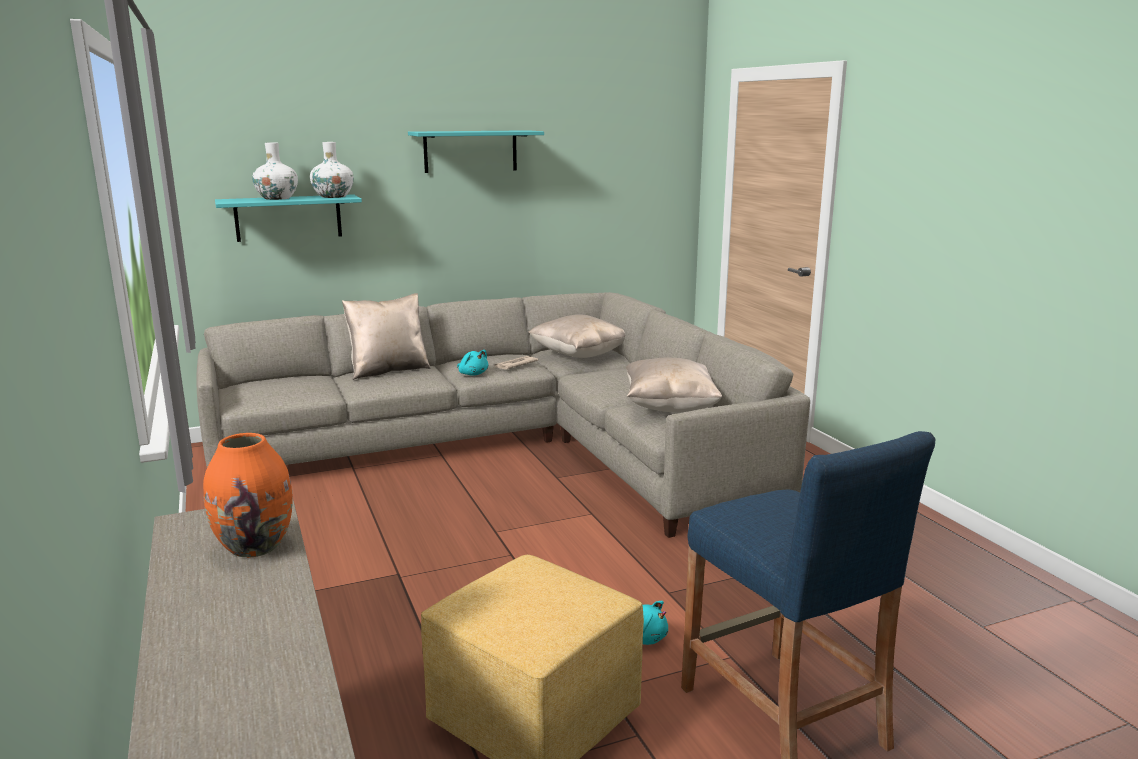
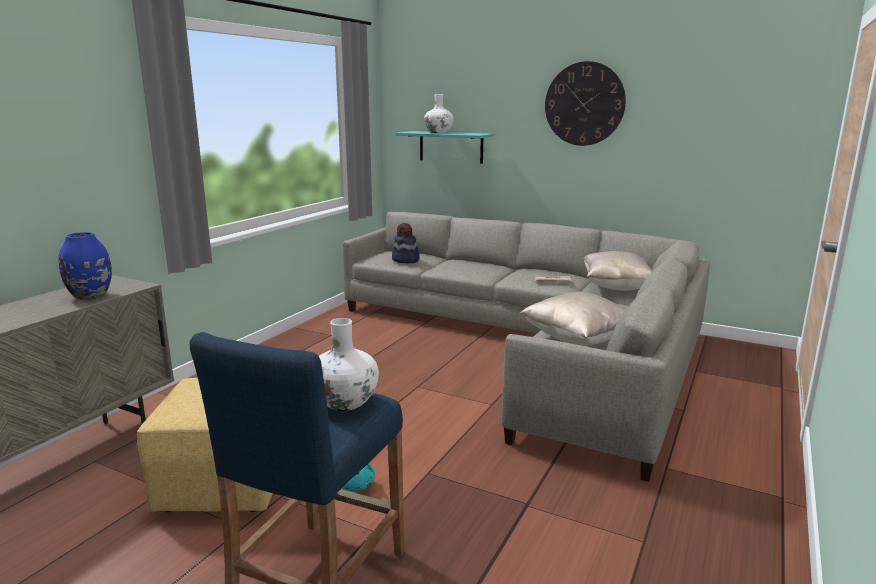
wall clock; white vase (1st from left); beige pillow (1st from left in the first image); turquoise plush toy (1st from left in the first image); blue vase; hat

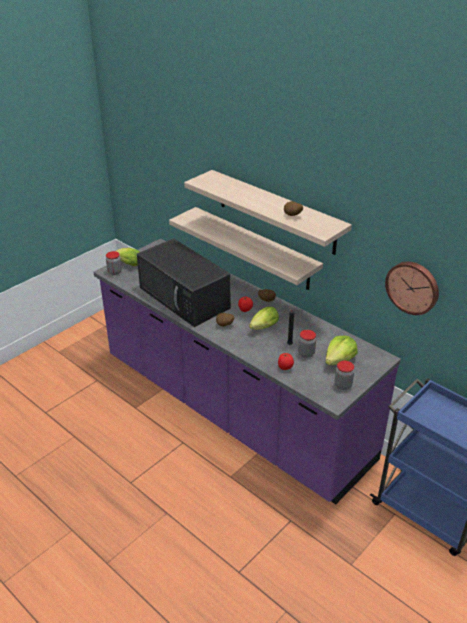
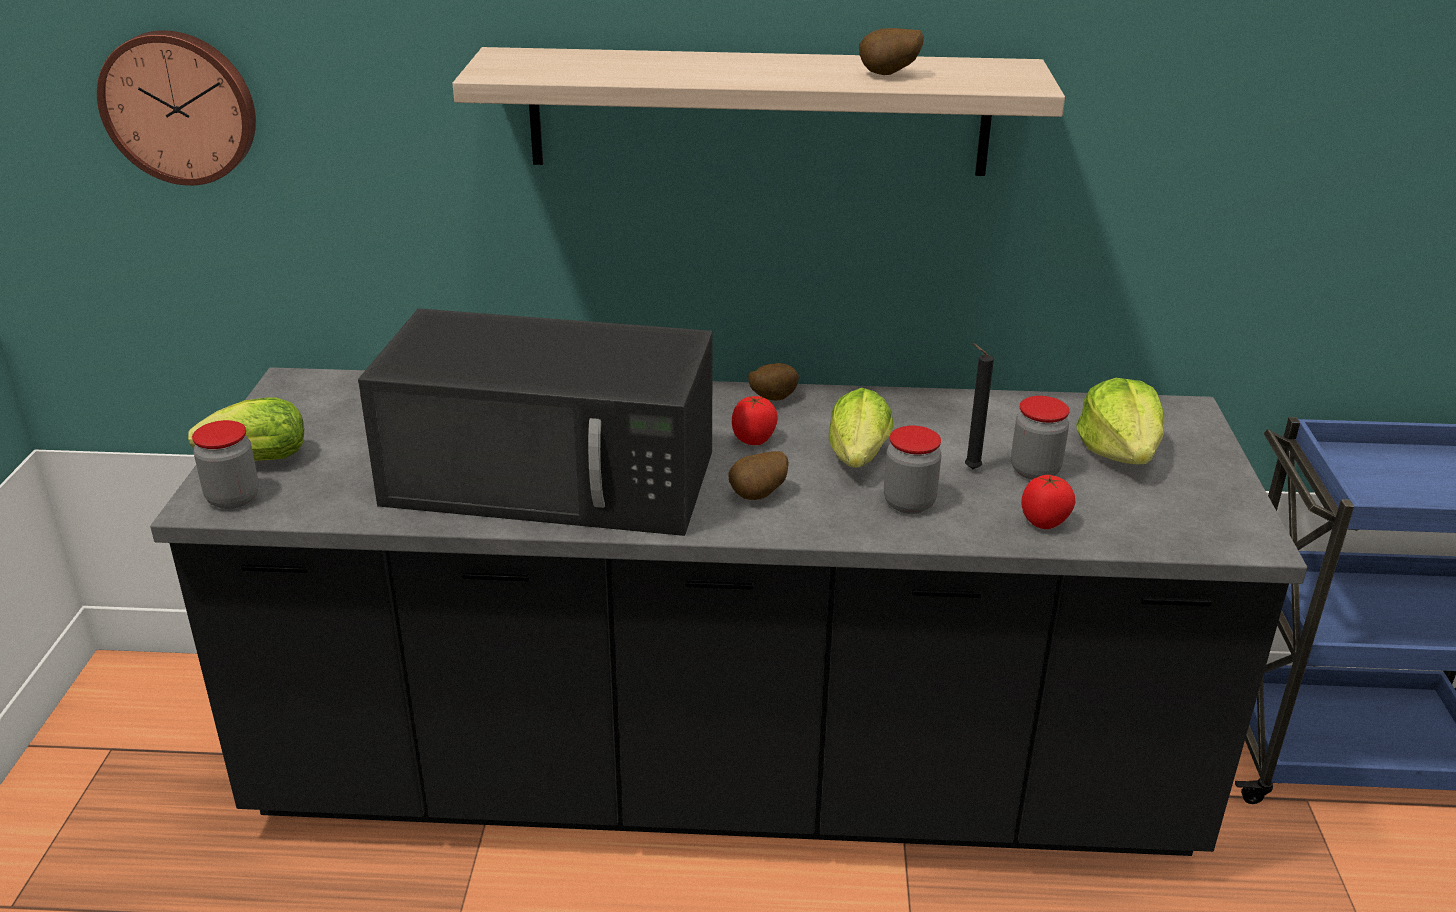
shelf (1st from left in the first image); black counter; wall clock; jar (2nd from left)

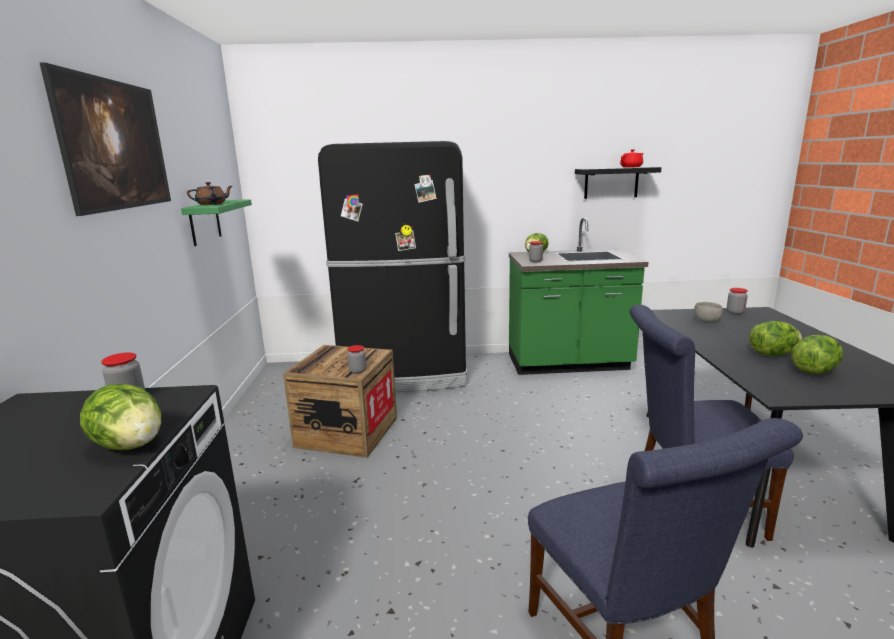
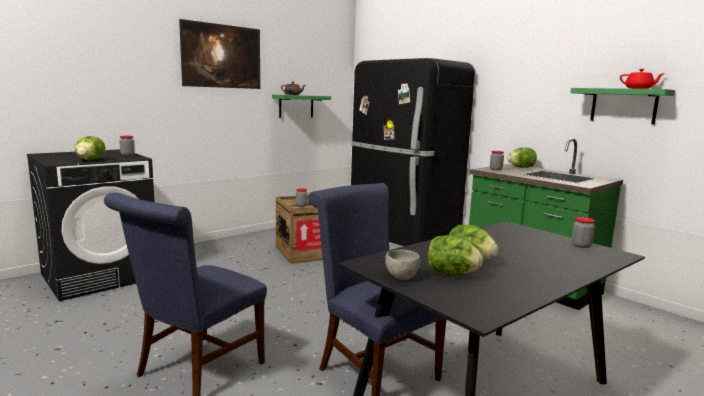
green shelf (2nd from left); grey bowl

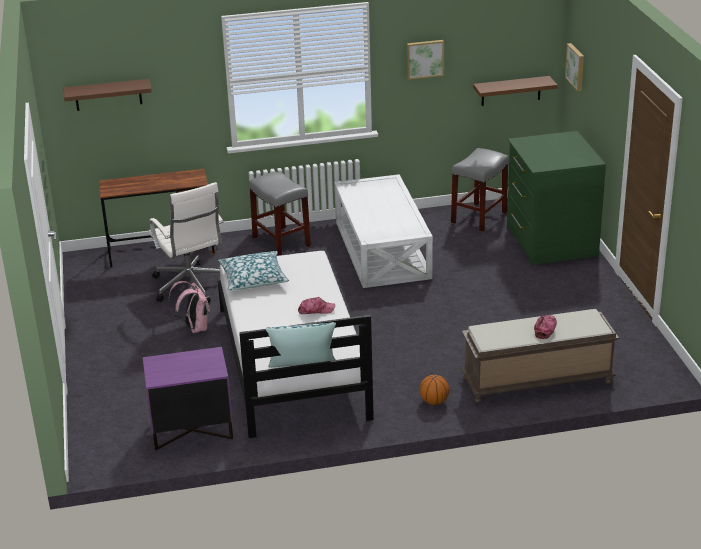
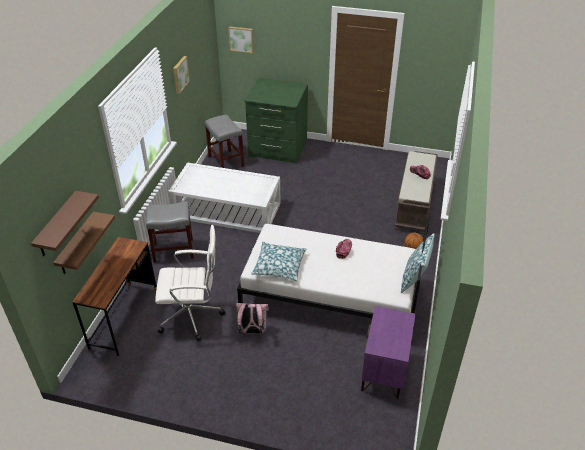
brown shelf (2nd from left)

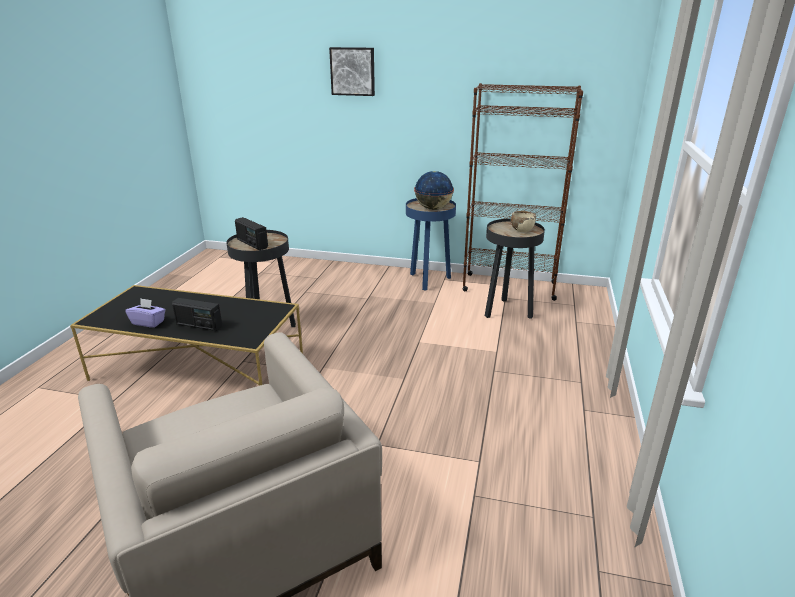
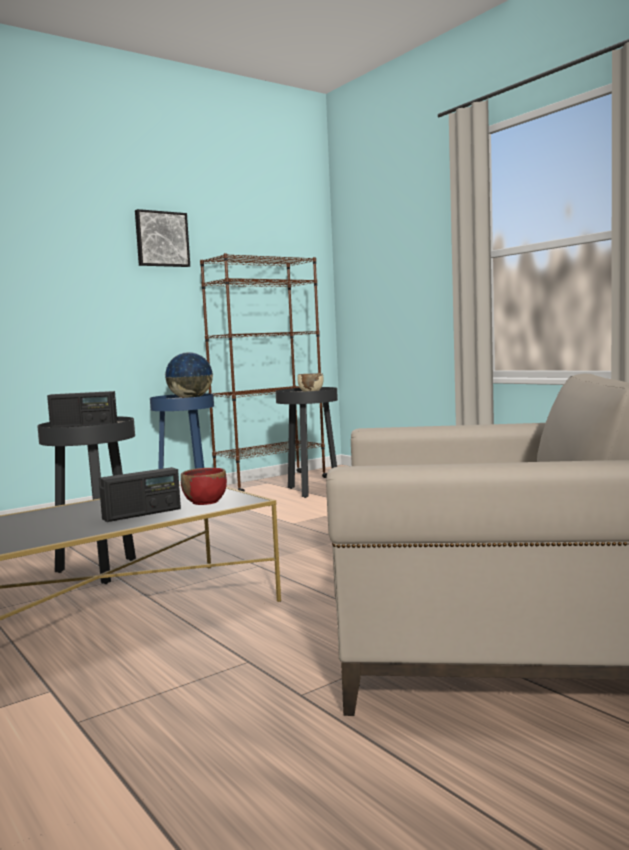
picture; purple tissue box; red bowl

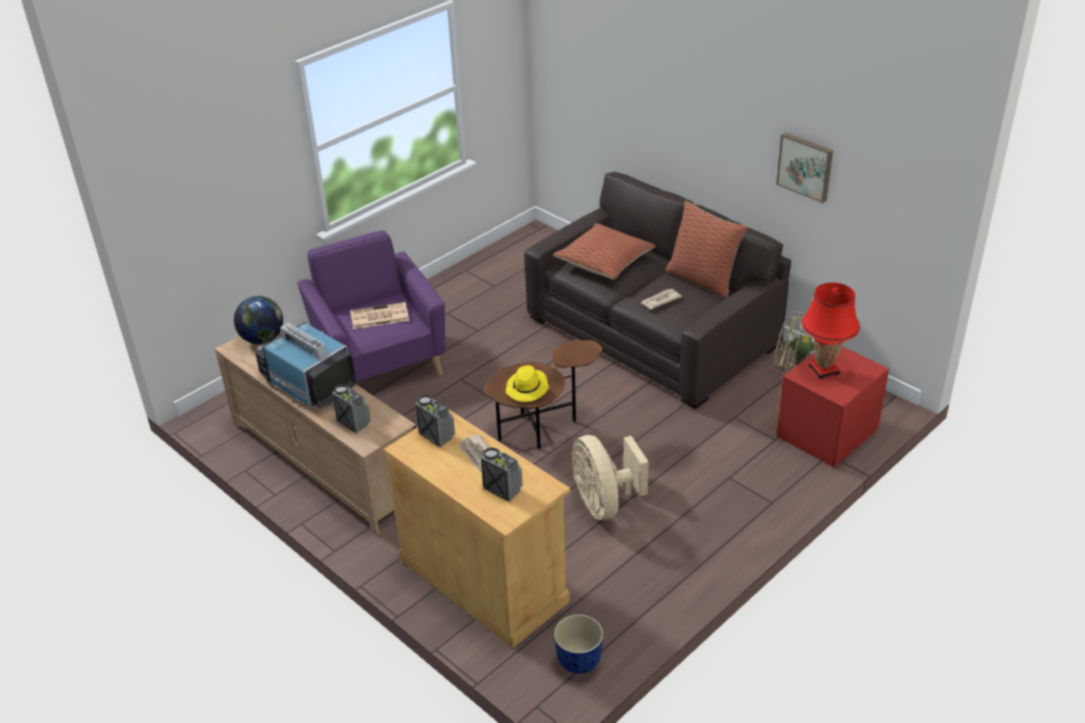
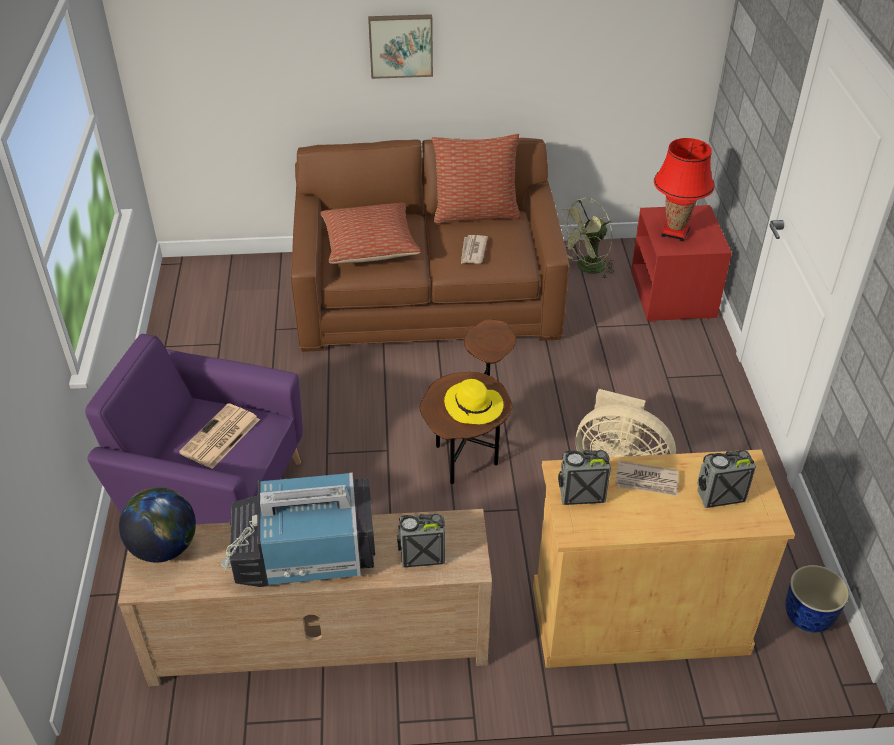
picture; brown sofa

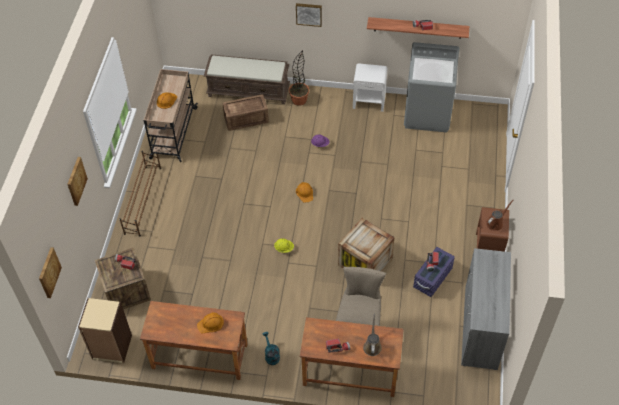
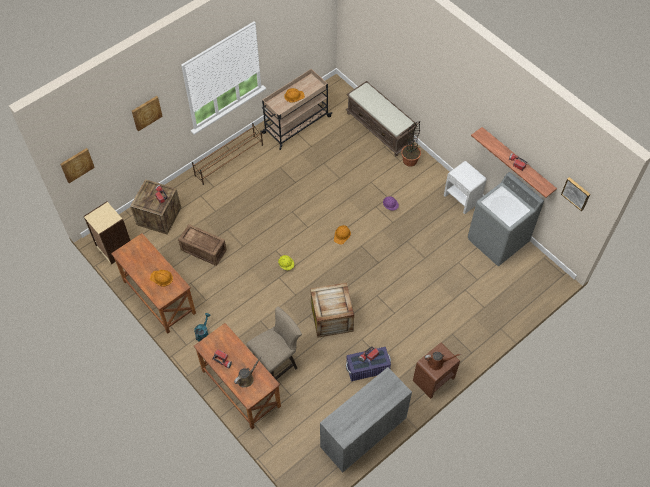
picture (3rd from left); crate (2nd from left)

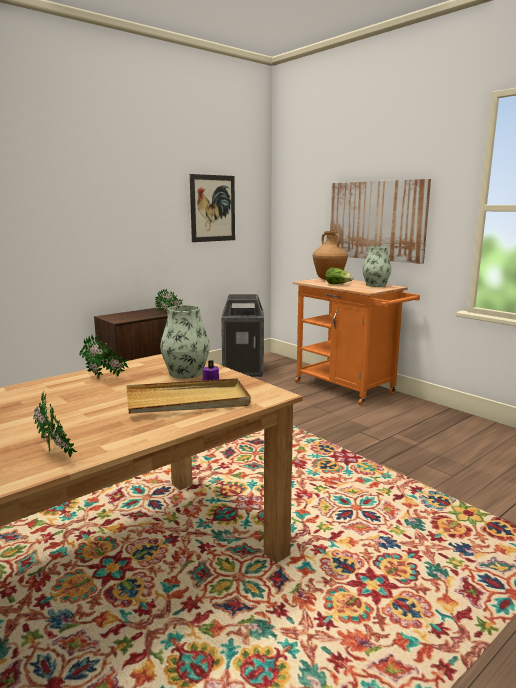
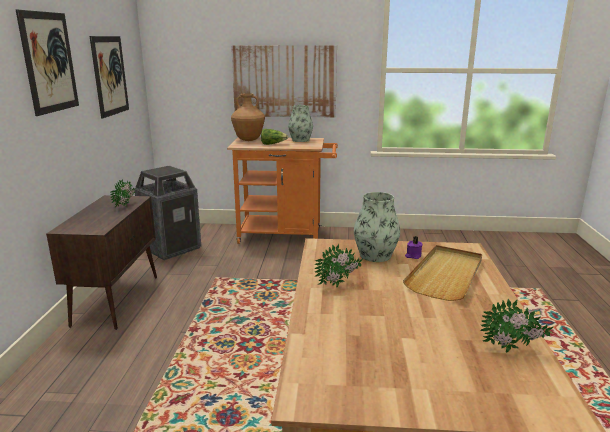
picture (1st from left)

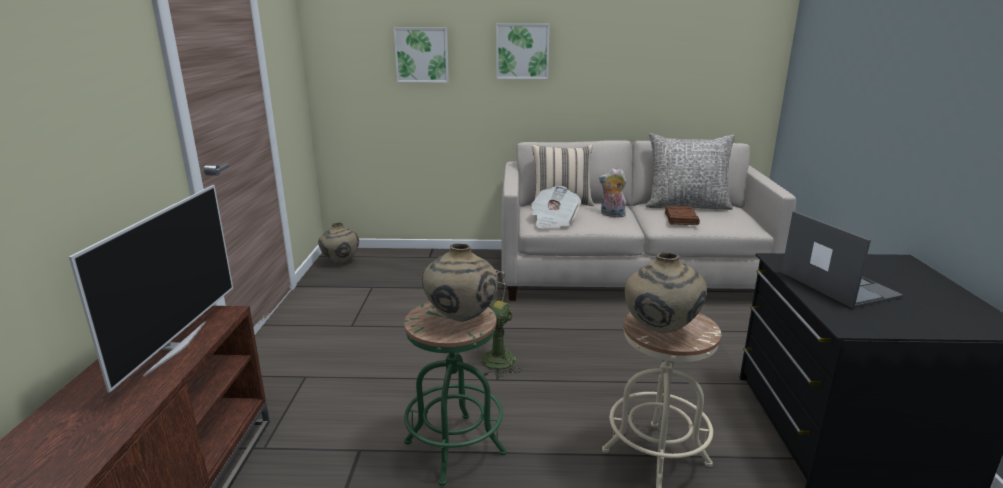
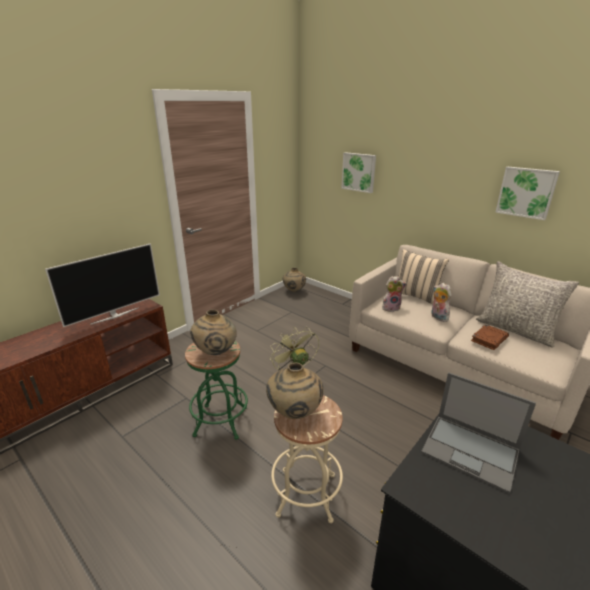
picture (2nd from left); plush toy (1st from left); laptop

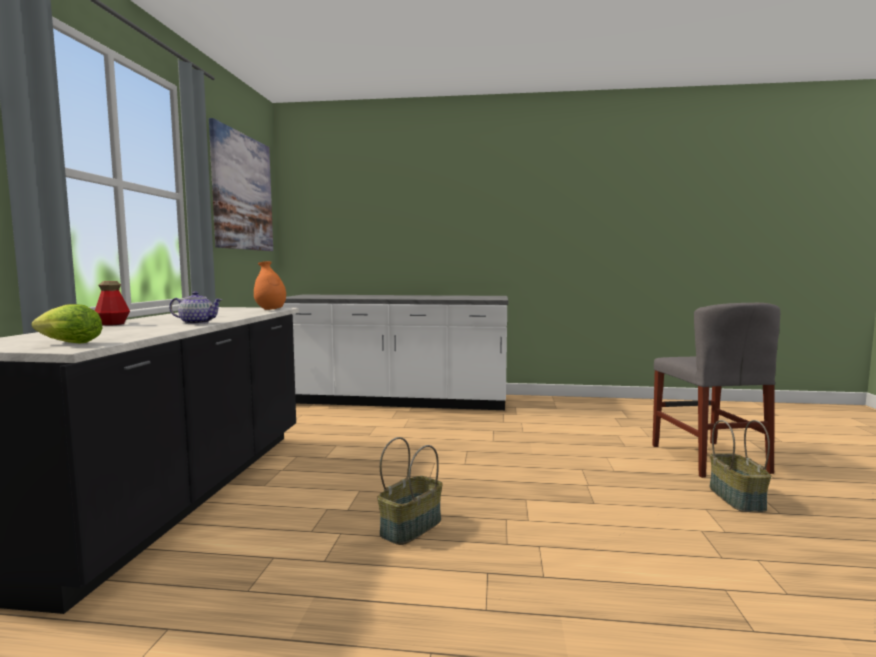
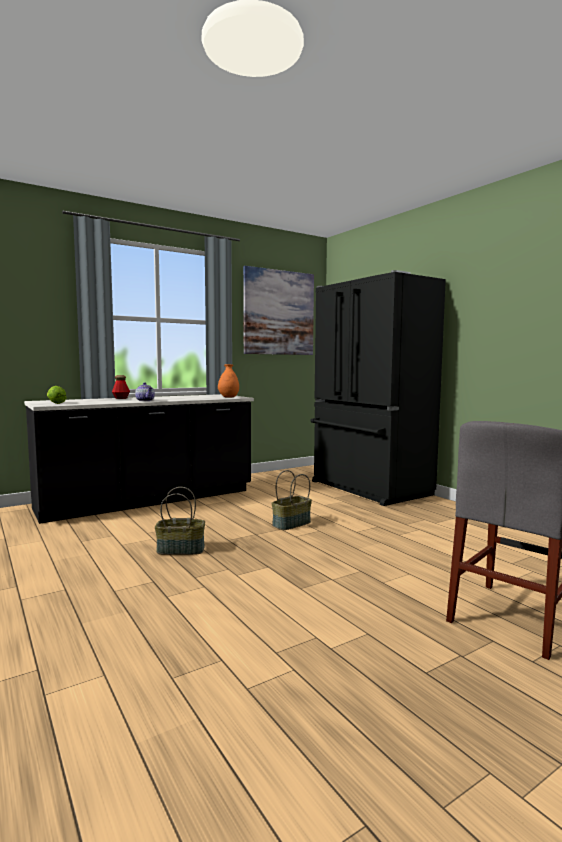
black fridge; basket (2nd from left)

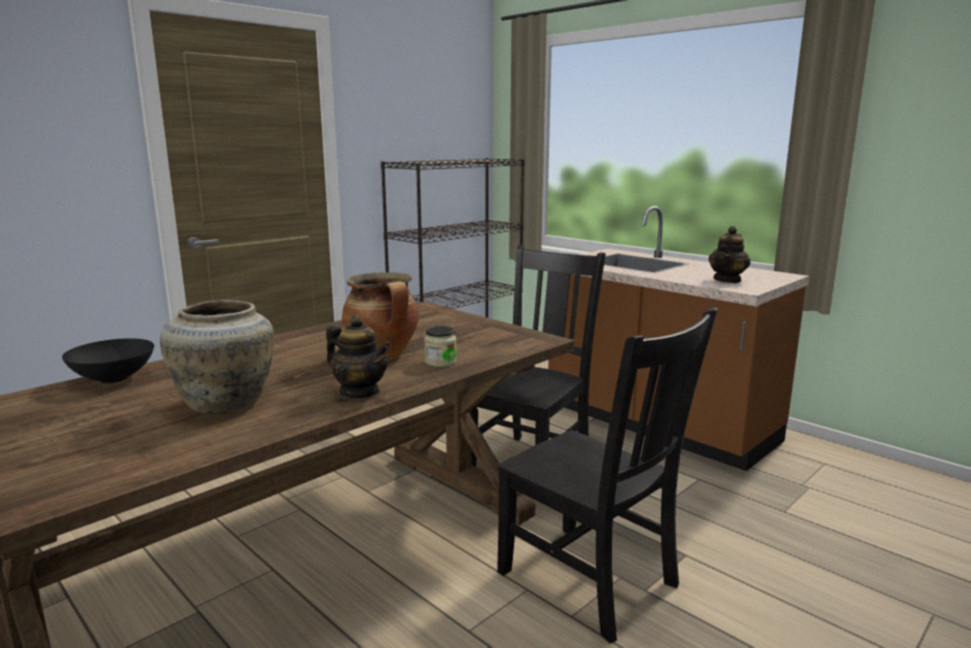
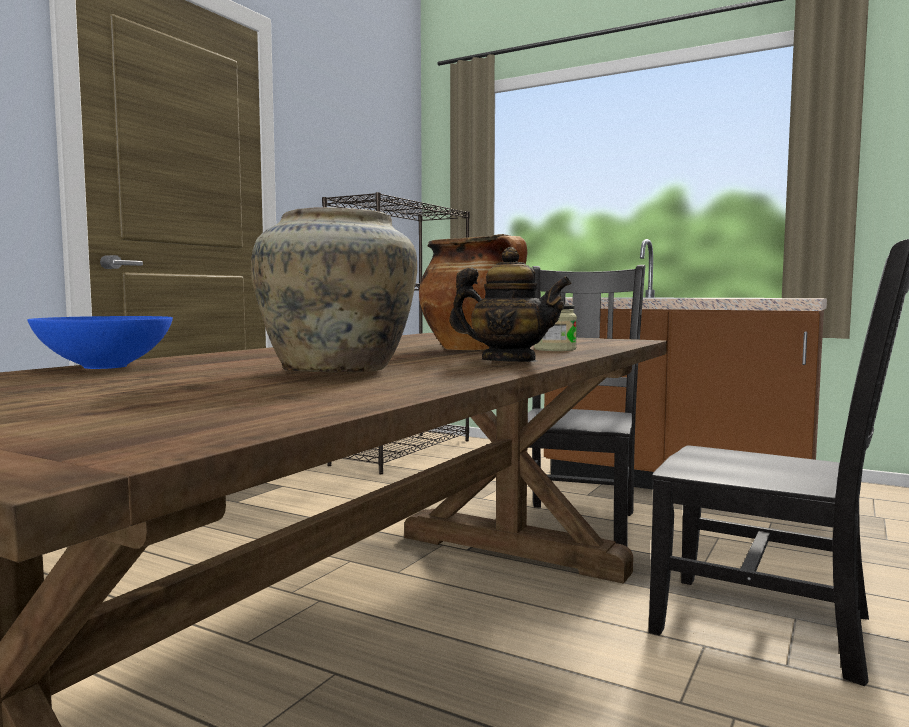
teapot (2nd from left in the first image); blue bowl

